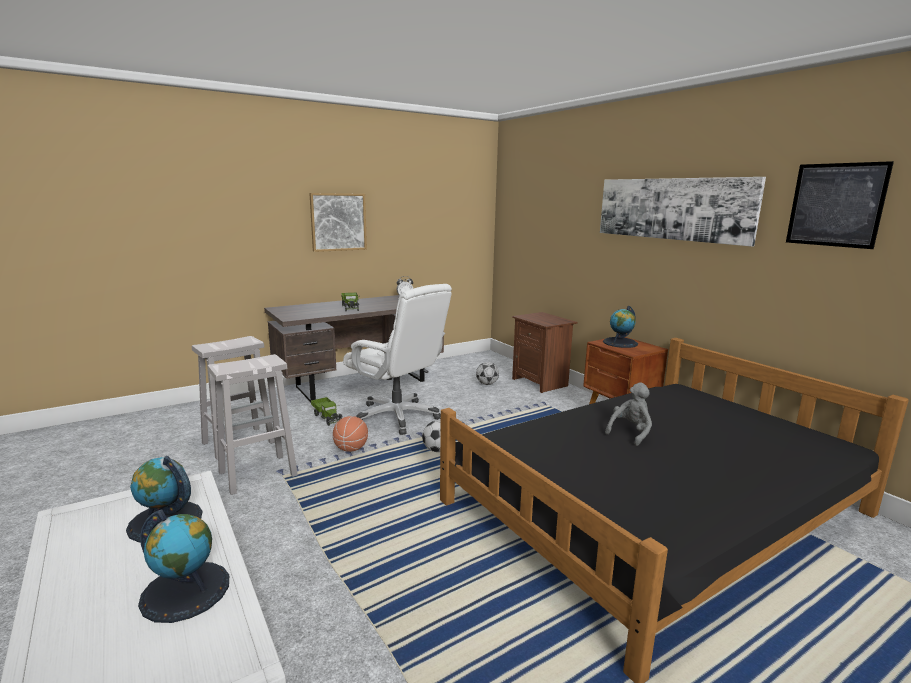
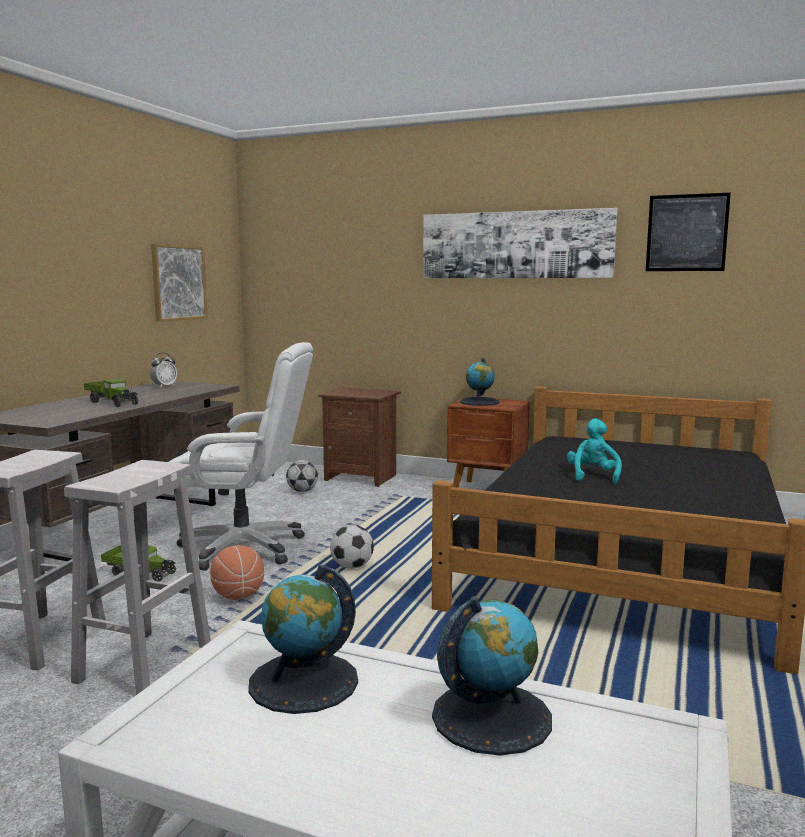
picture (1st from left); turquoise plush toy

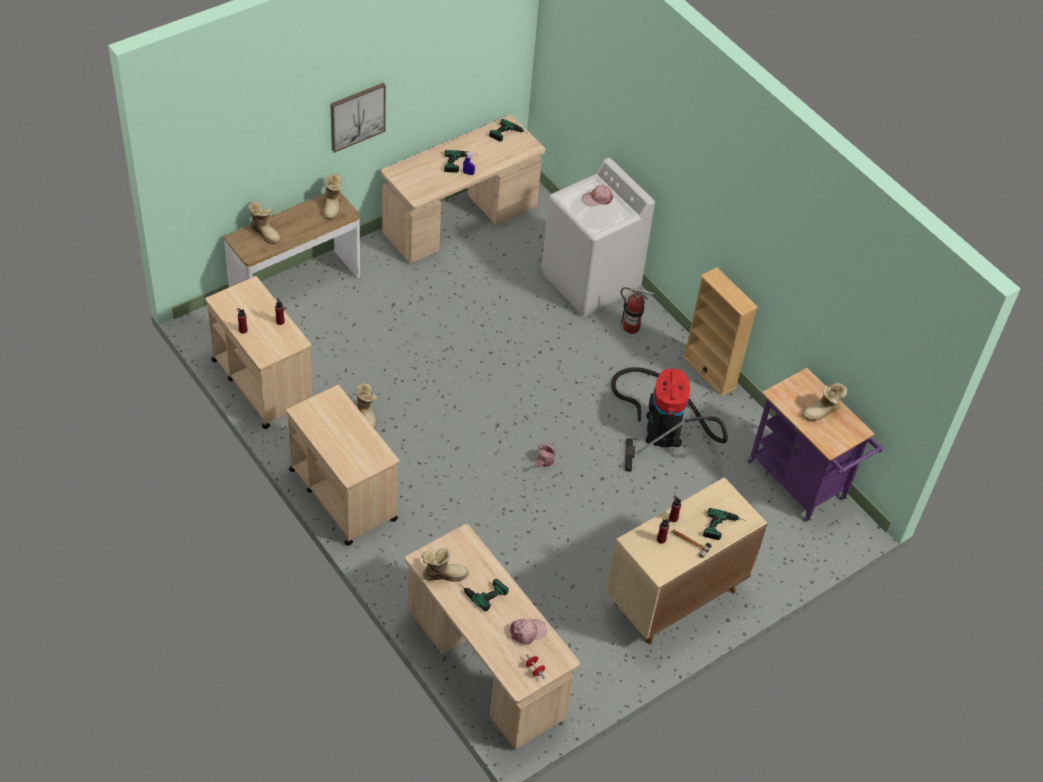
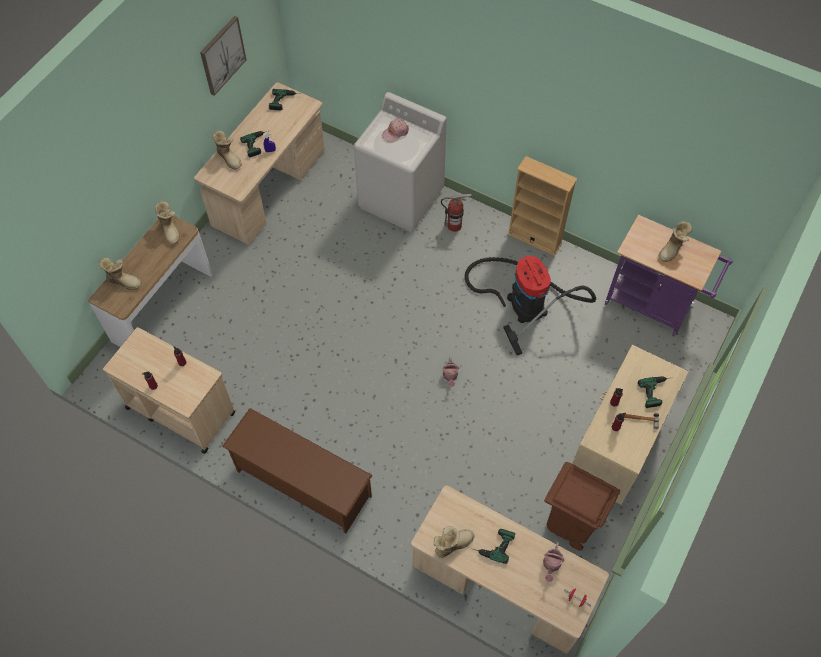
picture; boot (3rd from left); brown shoe rack; watering can (2nd from left); brown trash can

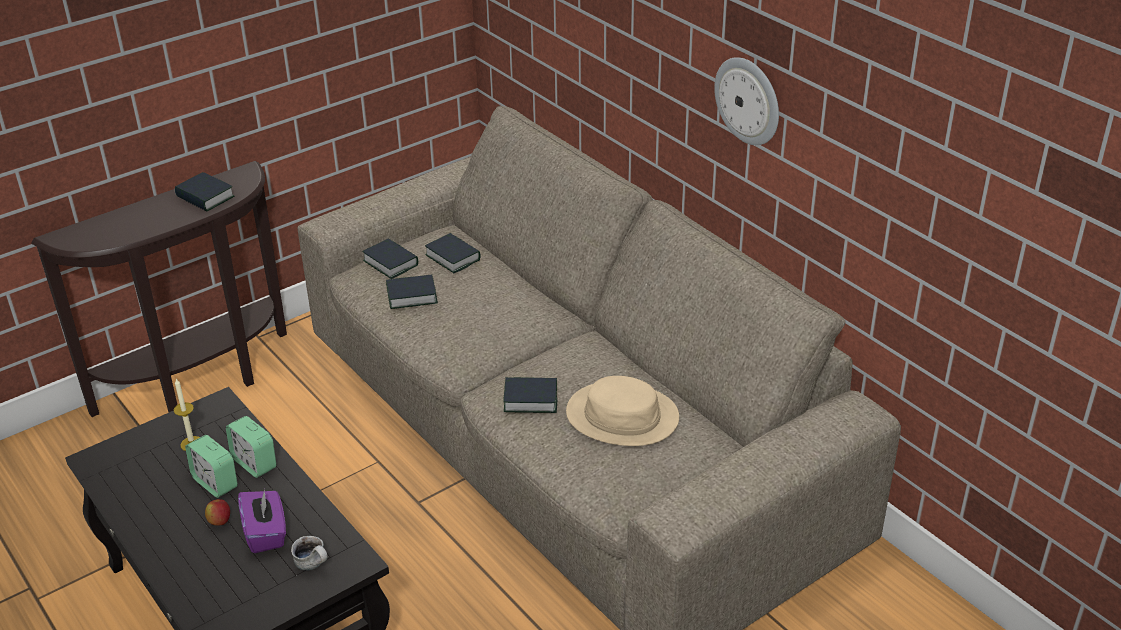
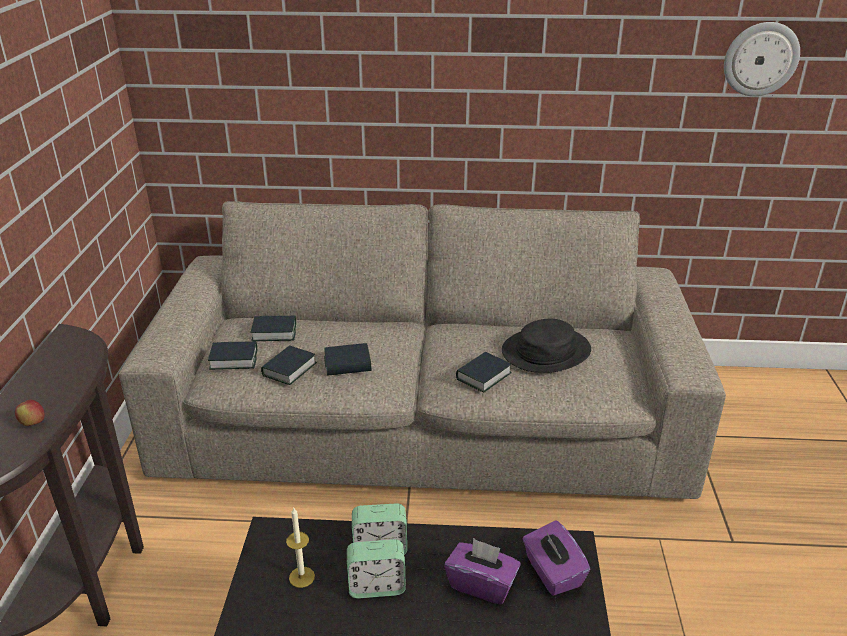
wall clock; book (4th from left); black hat; apple; purple tissue box (2nd from left)

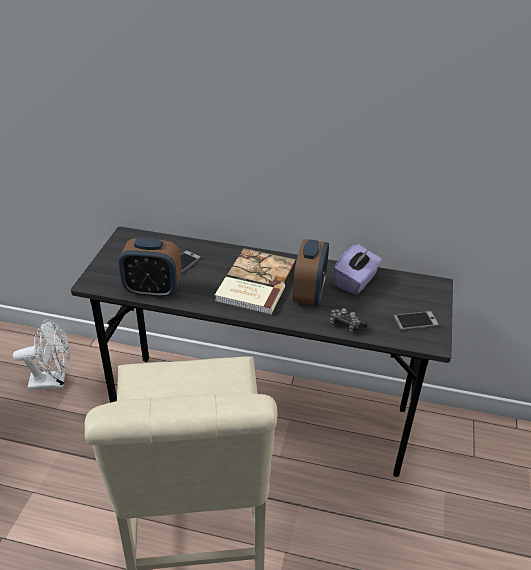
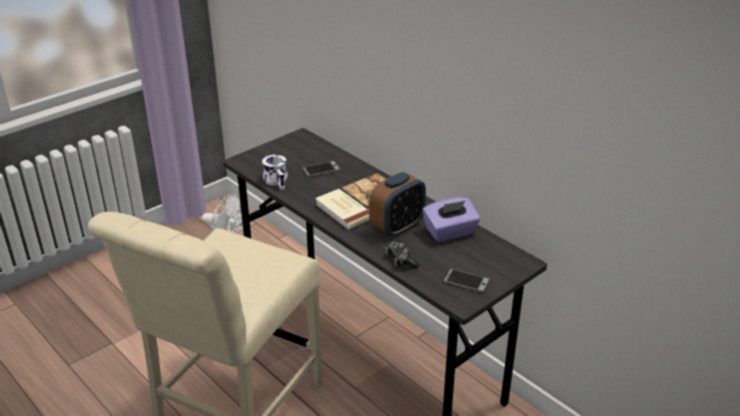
white mug

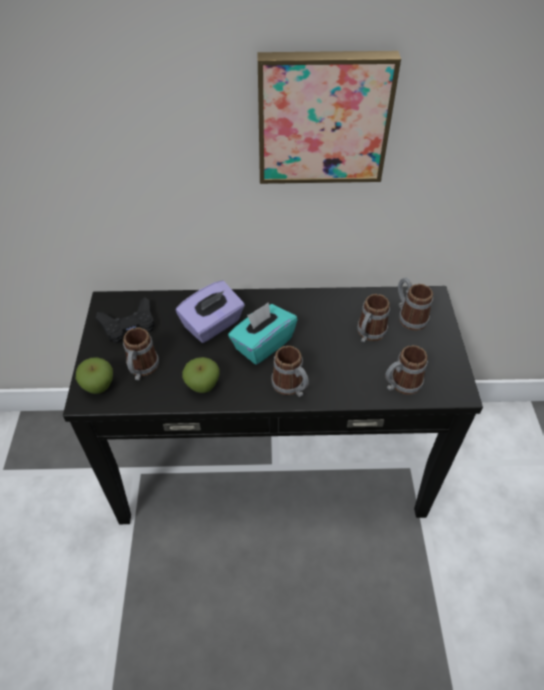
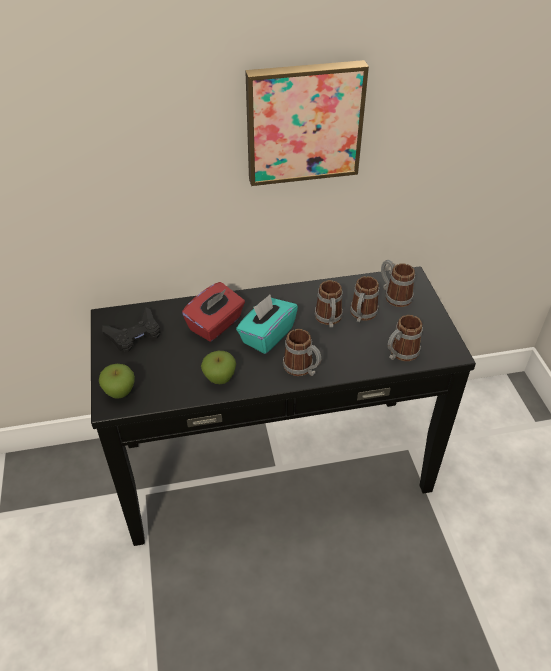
red tissue box; mug (2nd from left)

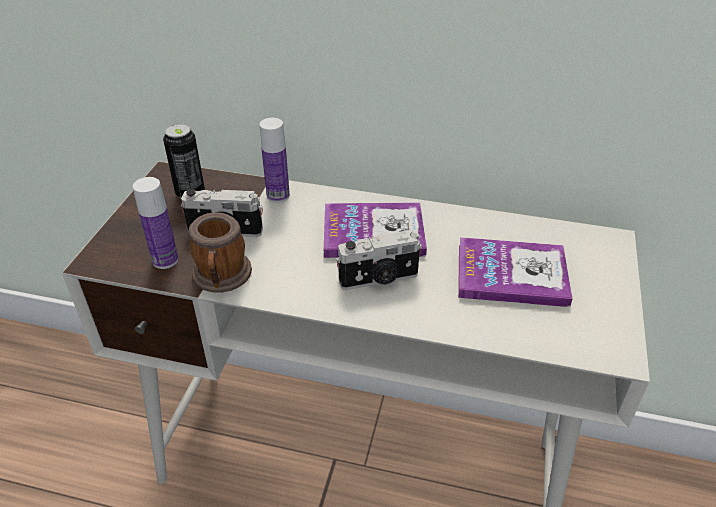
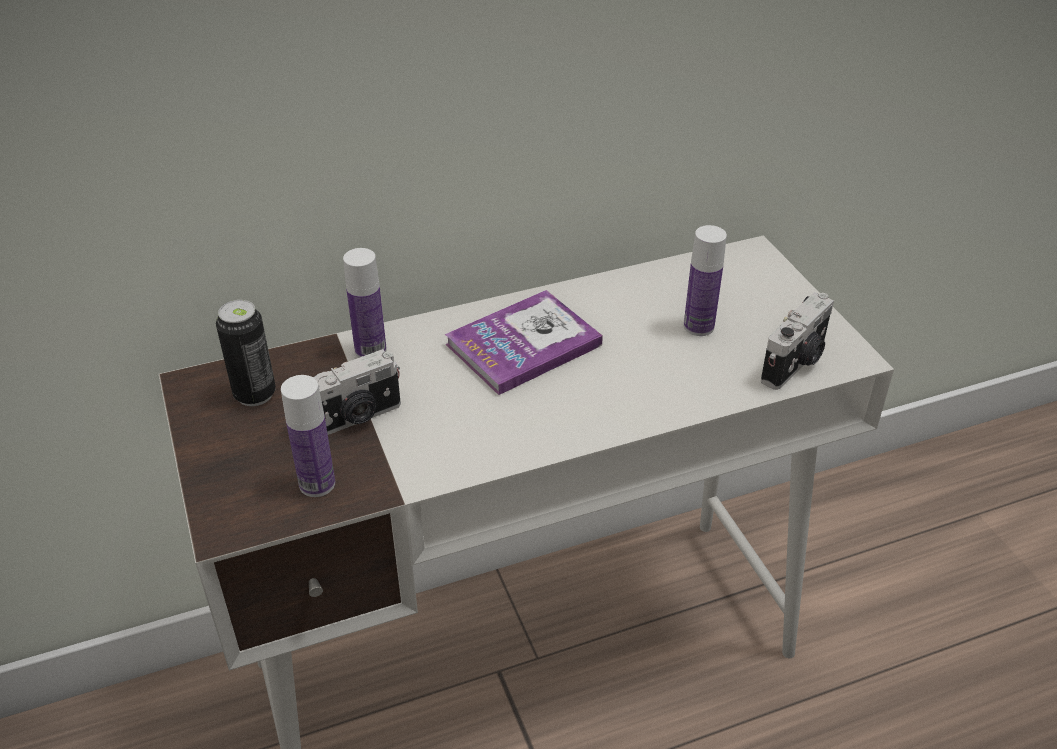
mug; photo camera (2nd from left); bottle (3rd from left)

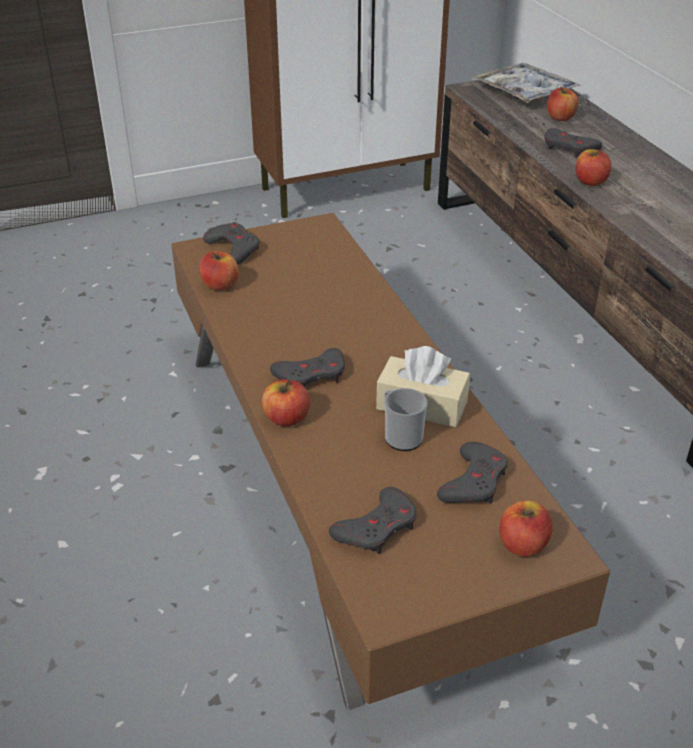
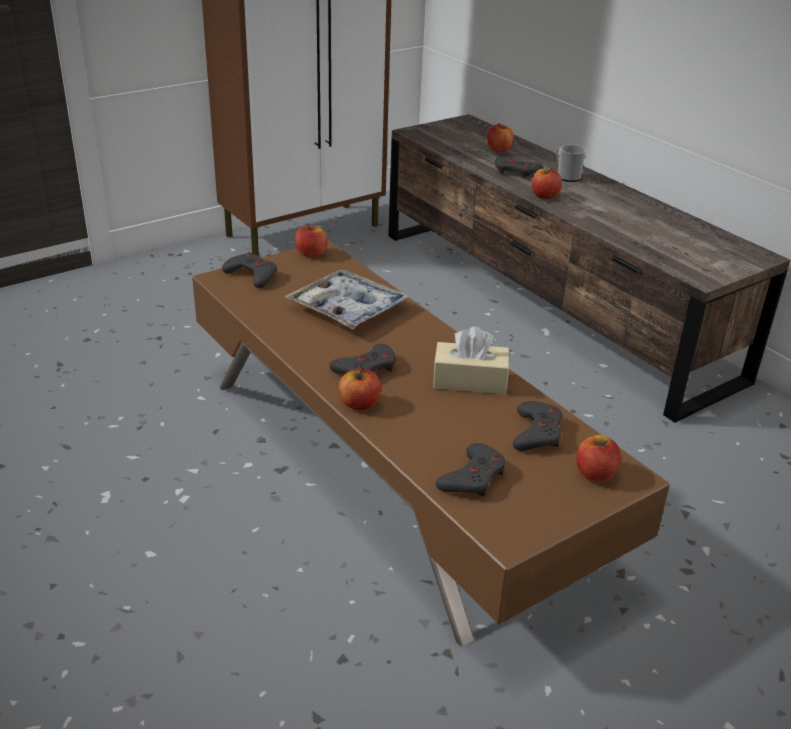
tray; apple (1st from left); mug

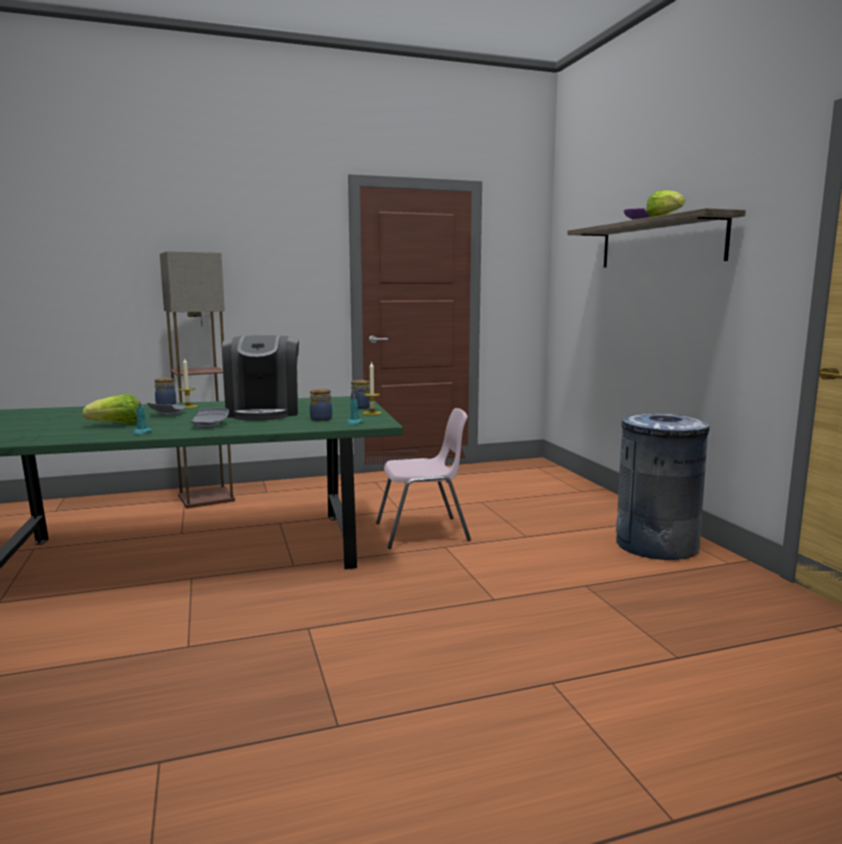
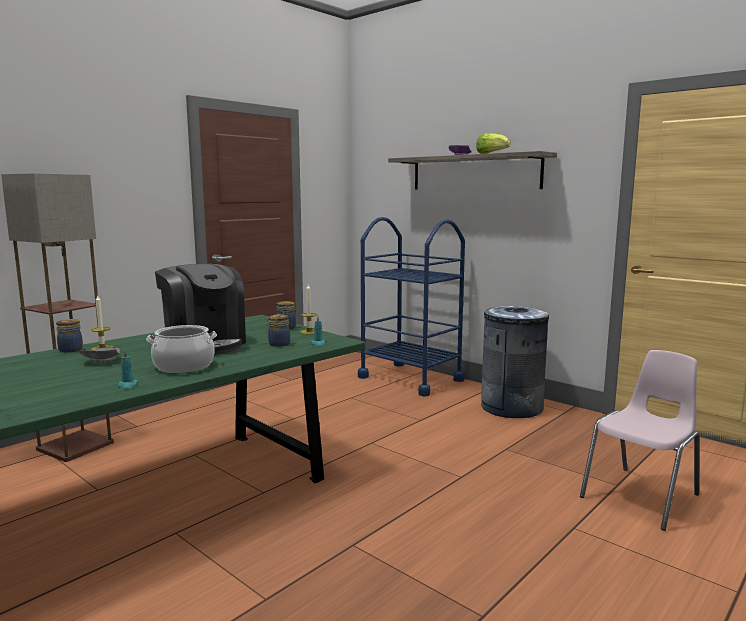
lettuce (1st from left in the first image); cooking pot; pink chair; blue cart

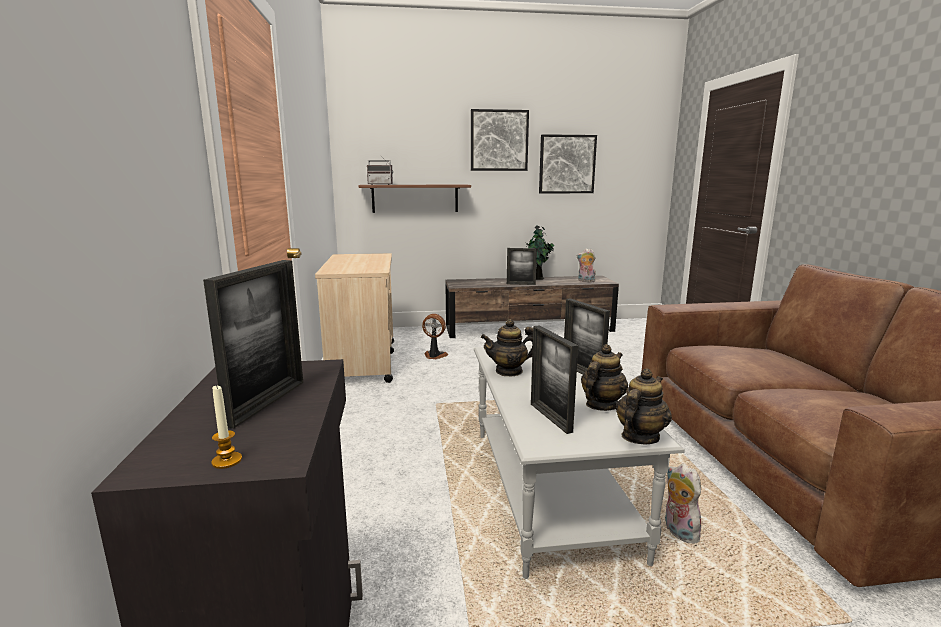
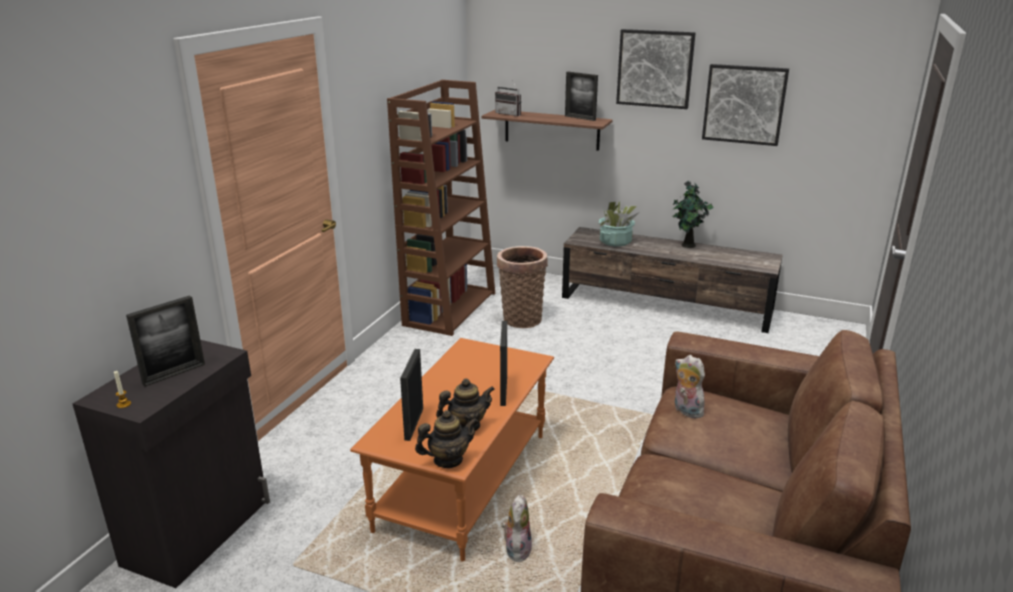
picture frame (4th from left); plush toy (2nd from left); brown bookcase; basket; teapot (1st from left in the first image); orange coffee table; potted plant (1st from left)

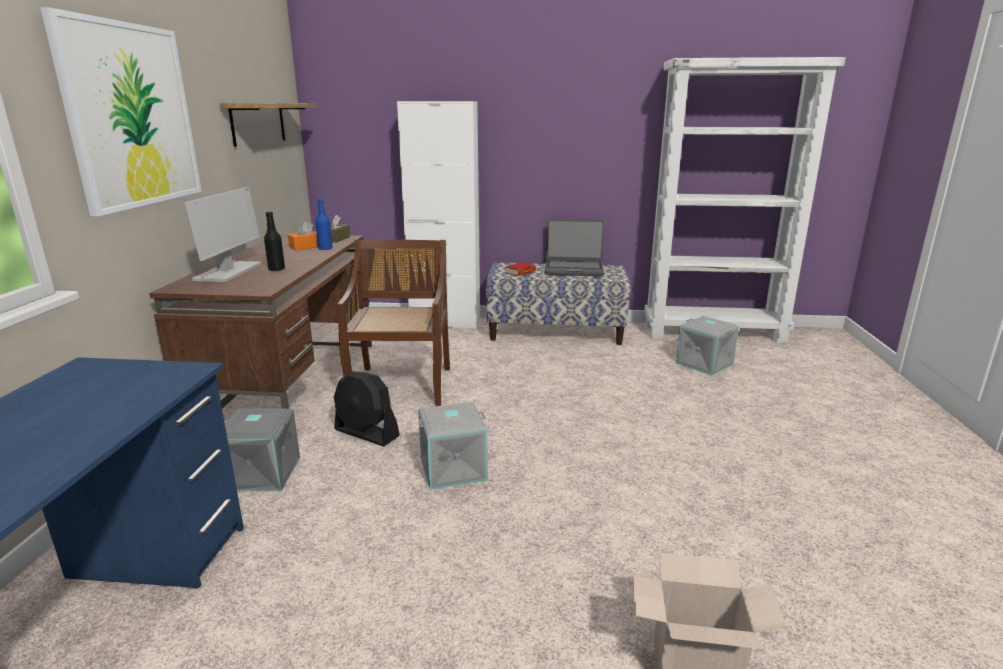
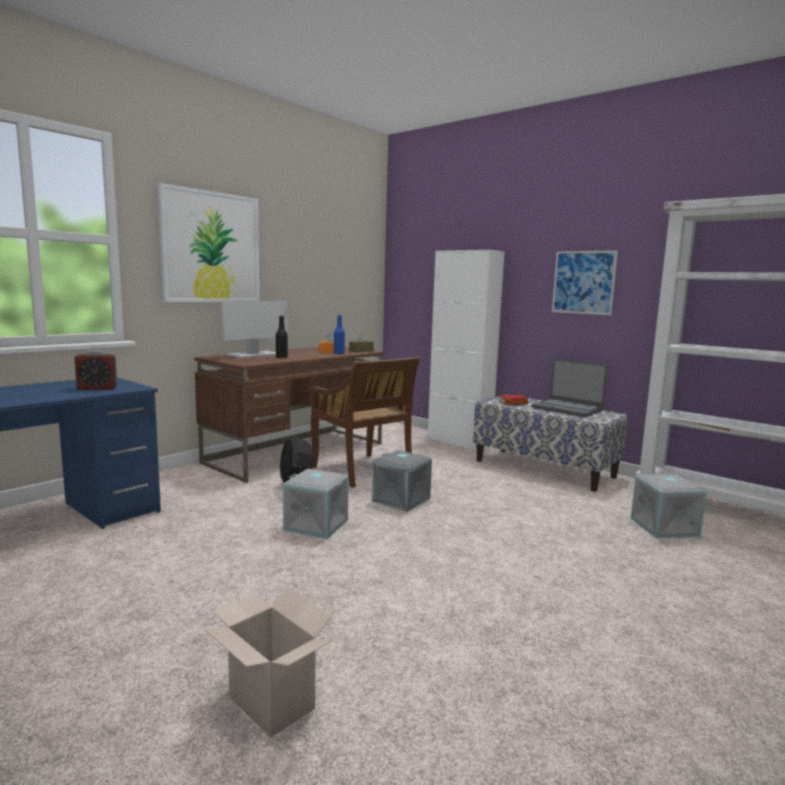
shelf; brown chair; grey storage box (2nd from left); picture (2nd from left); alarm clock

